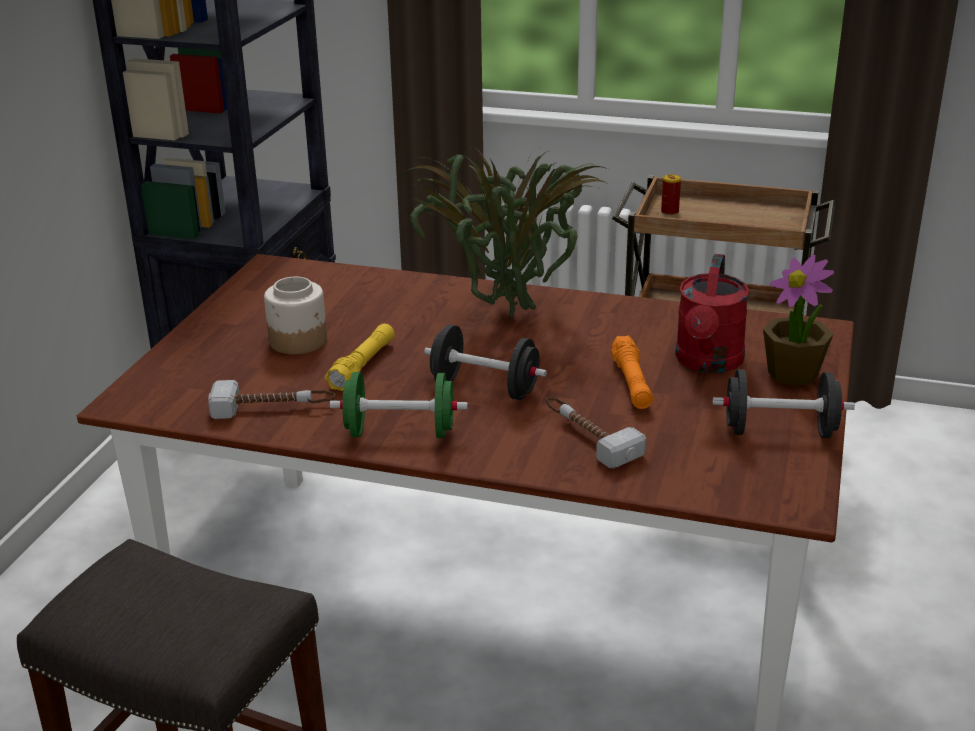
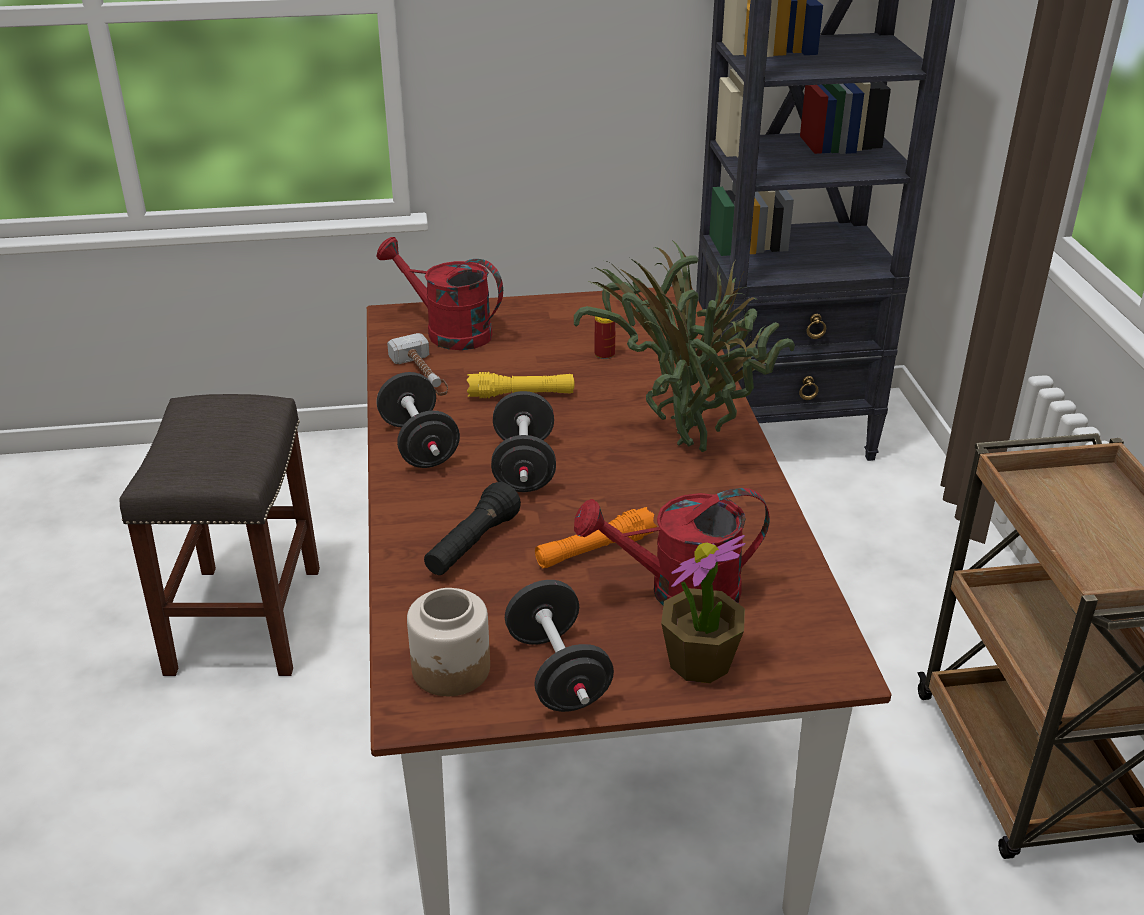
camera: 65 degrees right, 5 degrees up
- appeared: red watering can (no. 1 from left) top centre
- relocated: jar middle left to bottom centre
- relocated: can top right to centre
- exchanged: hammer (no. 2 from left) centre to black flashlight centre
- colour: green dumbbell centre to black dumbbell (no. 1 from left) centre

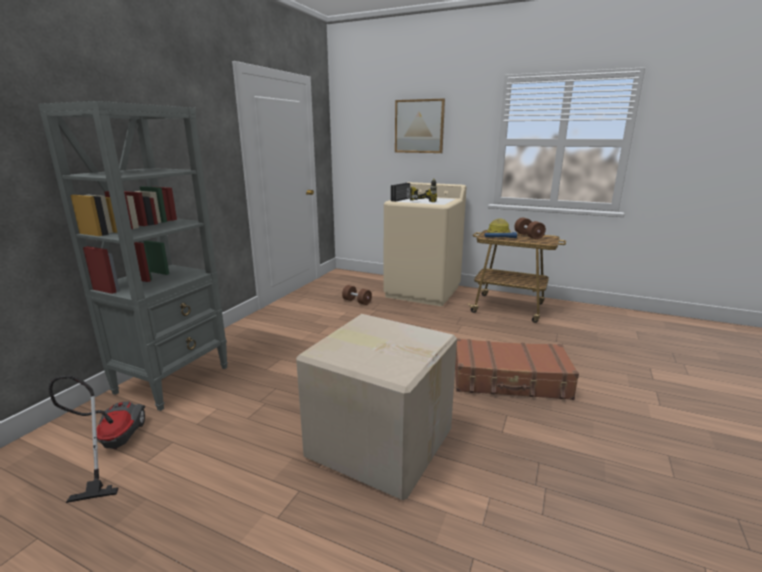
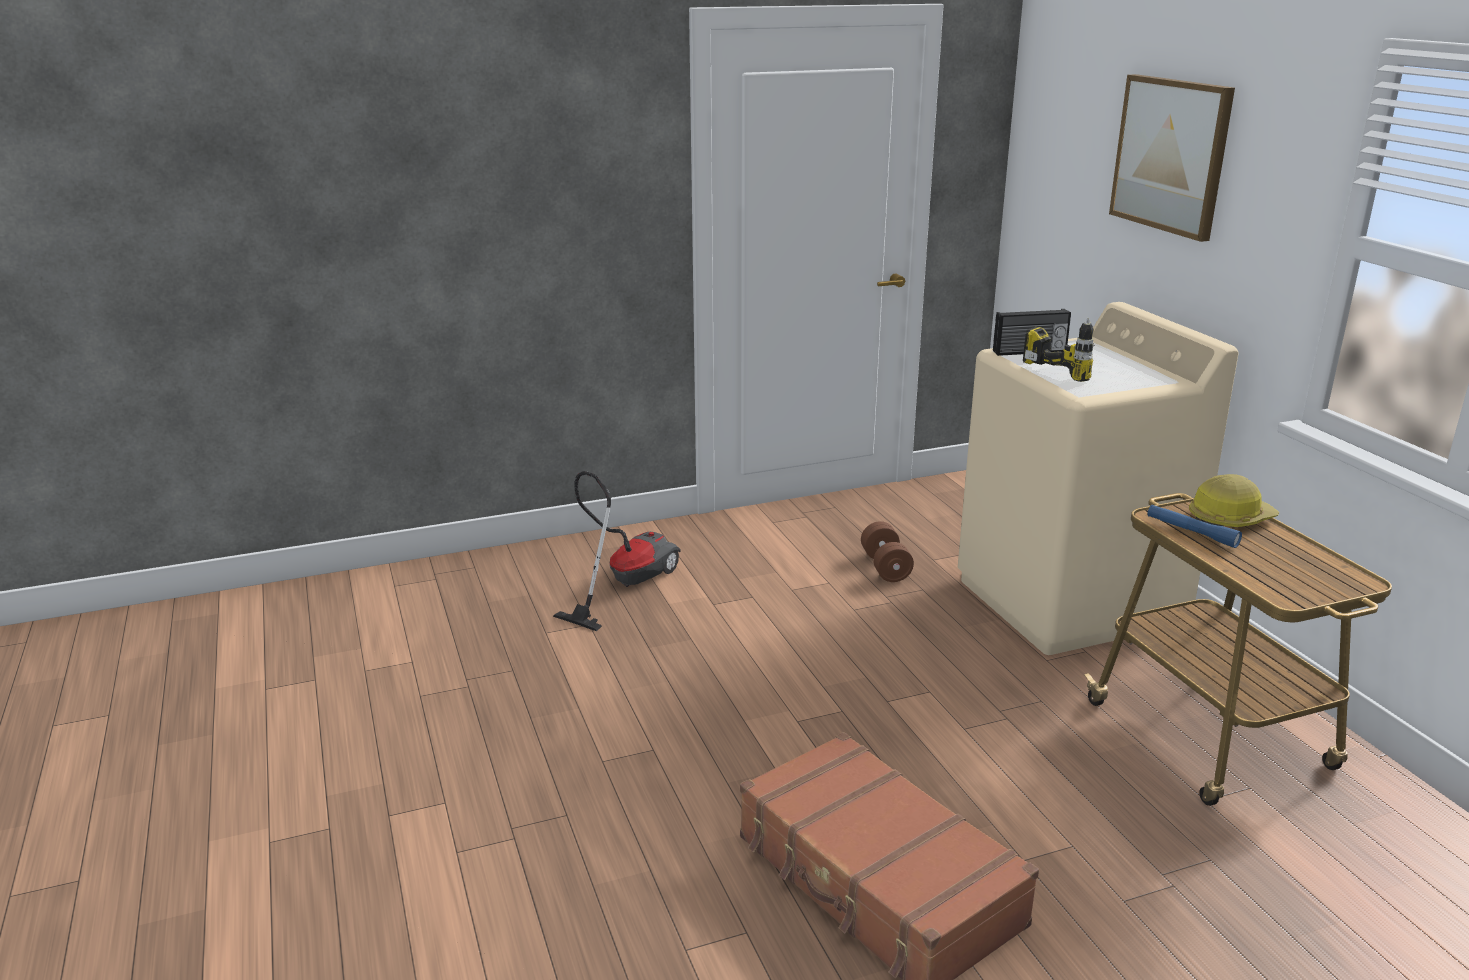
camera: 45 degrees right, 5 degrees up
- missing: grey bookcase middle left
- missing: cardboard box bottom centre
- missing: brown dumbbell (no. 2 from left) middle right
- relocated: vacuum cleaner bottom left to centre

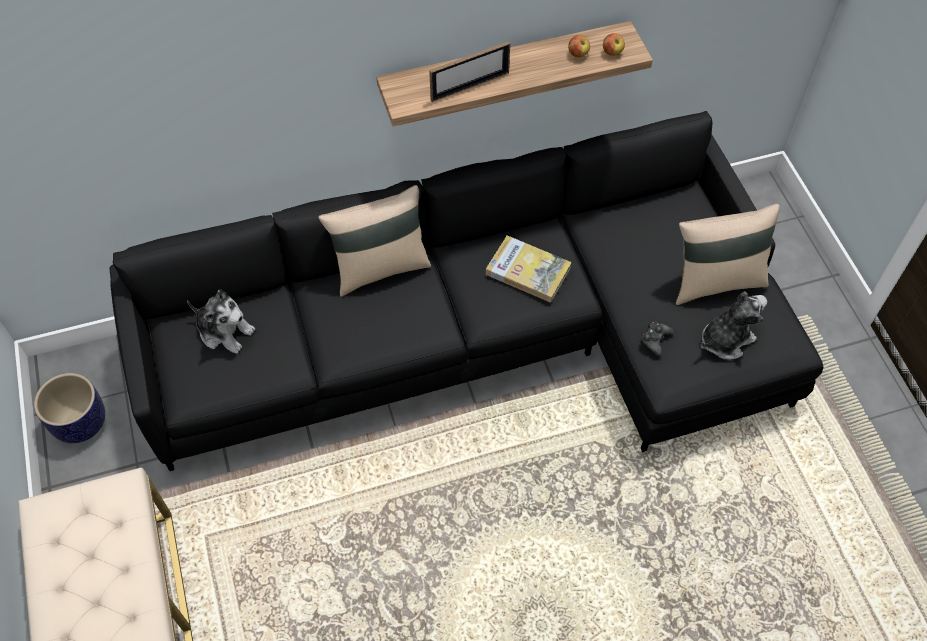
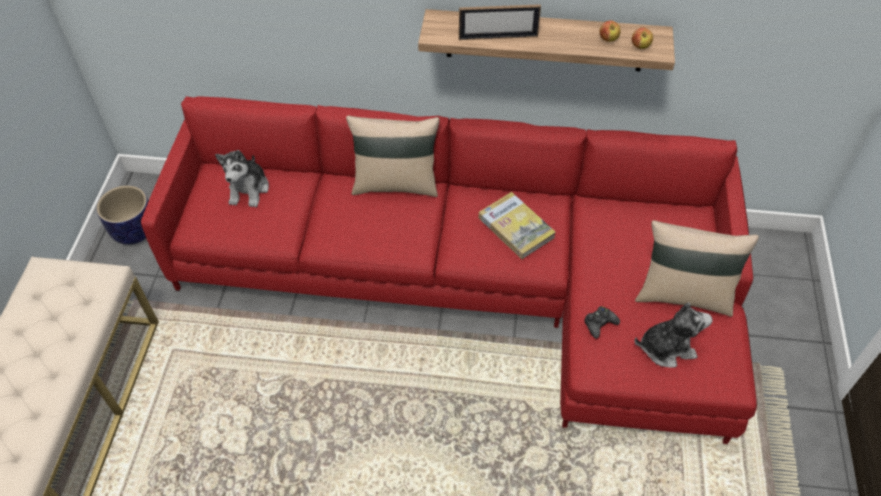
camera: 25 degrees right, 5 degrees down
- colour: black sofa centre to red sofa centre
- spun: plush toy (no. 1 from left) middle left = middle left 45 degrees clockwise

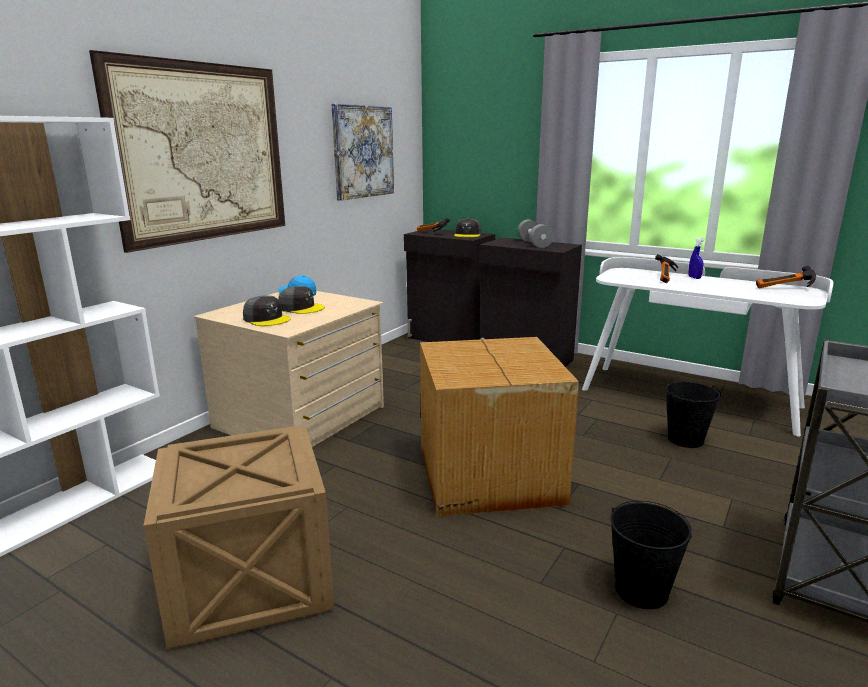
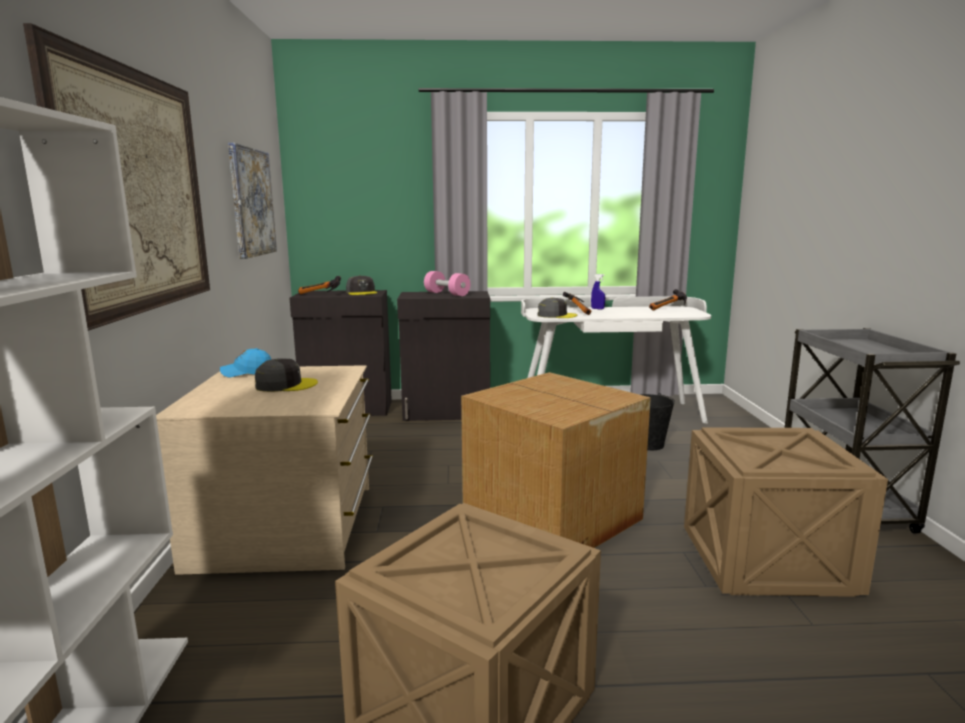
camera: 35 degrees left, 5 degrees down
- relocated: grey cap (no. 1 from left in the first image) middle left to grey cap (no. 3 from left) centre
- exchanged: black bucket (no. 1 from left) bottom right to crate (no. 2 from left) bottom right
- colour: grey dumbbell centre to pink dumbbell centre

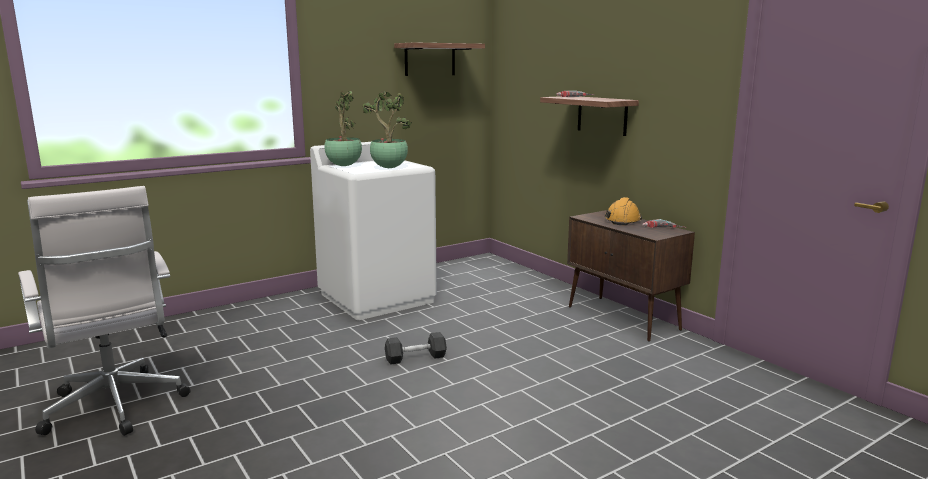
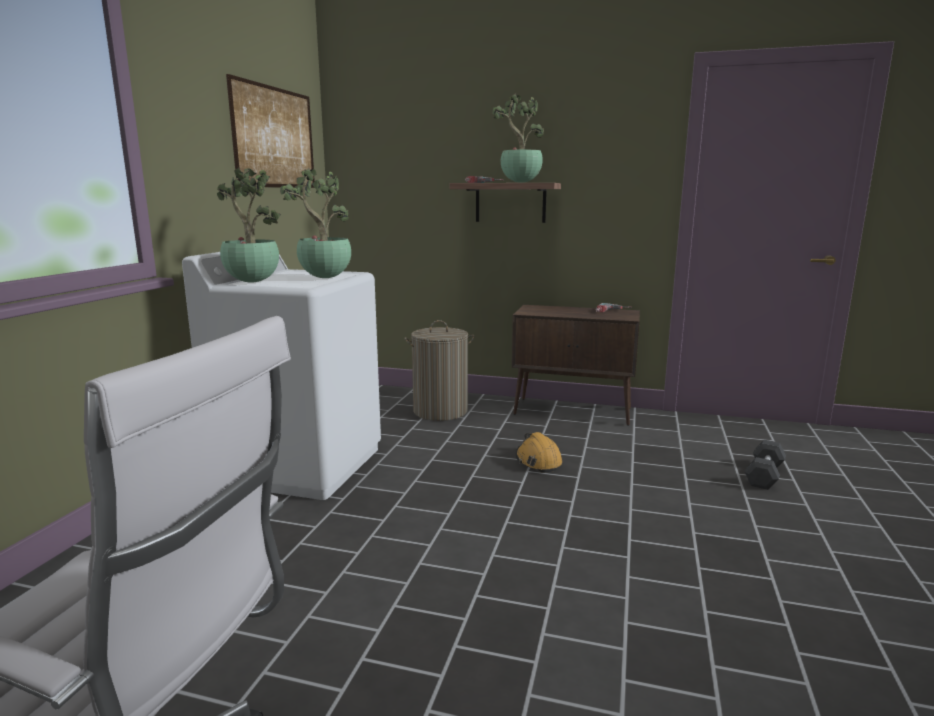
camera: 40 degrees left, 0 degrees up
- appeared: laundry basket centre
- appeared: potted plant (no. 3 from left) top centre
- relocated: grey dumbbell bottom centre to middle right
- relocated: orange hard hat middle right to centre
- exchanged: shelf (no. 1 from left) top centre to picture top left

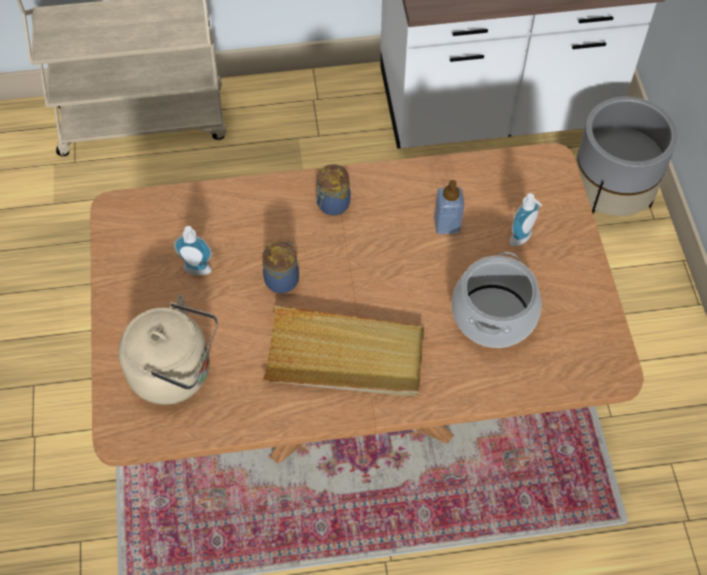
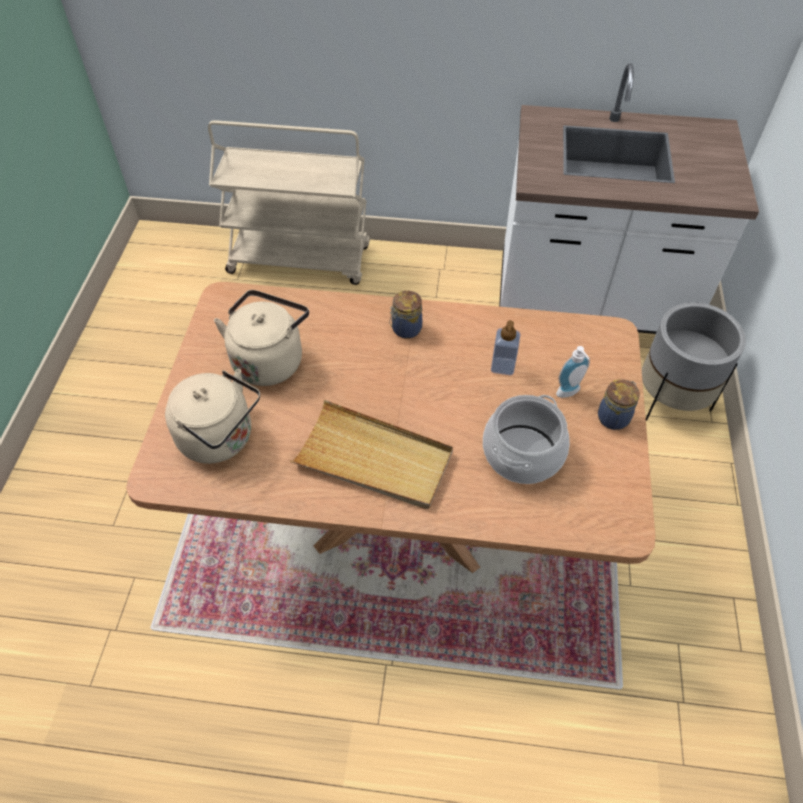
camera: 15 degrees right, 5 degrees down
- relocated: jar (no. 1 from left in the first image) centre to jar (no. 2 from left) middle right
- exchanged: soap dispenser (no. 1 from left) middle left to beige kettle (no. 2 from left) middle left

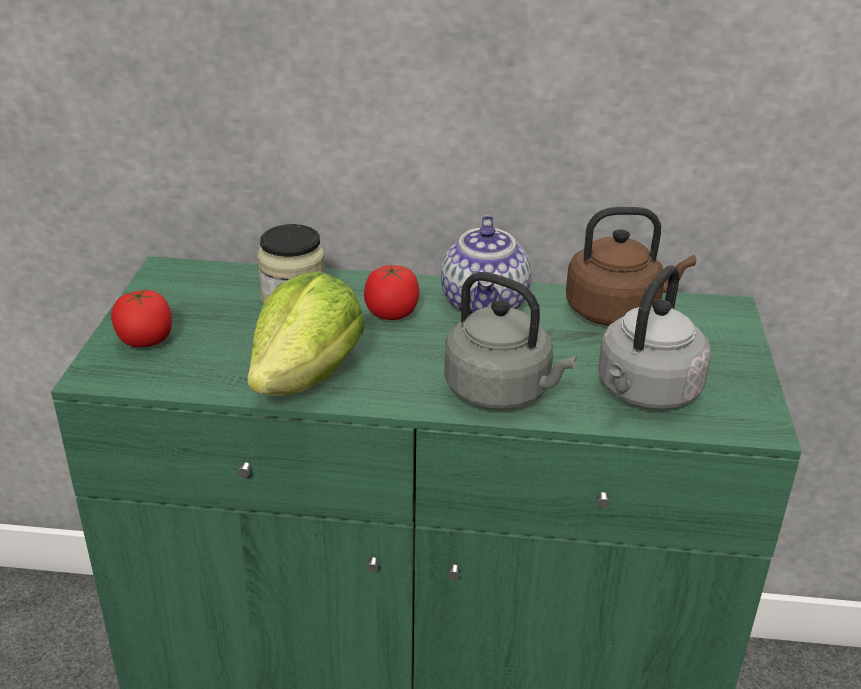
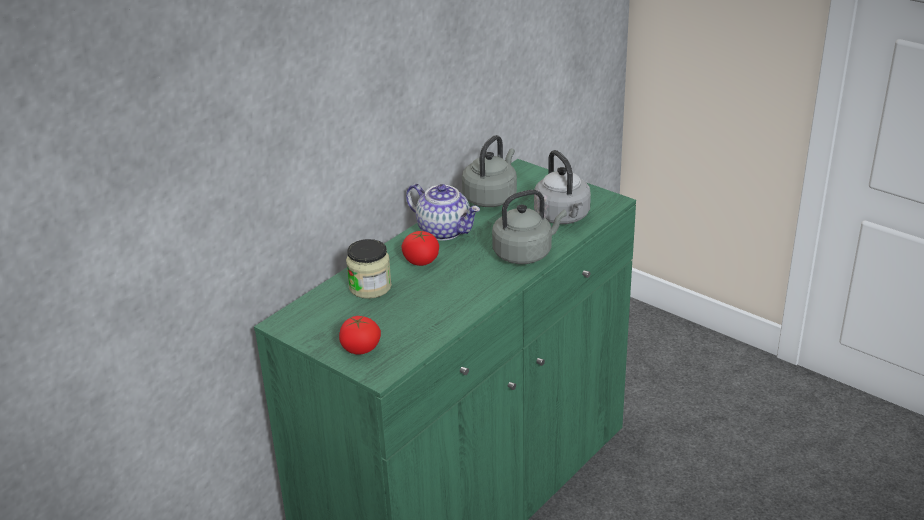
camera: 55 degrees left, 0 degrees up
- missing: lettuce centre
- colour: brown kettle middle right to grey kettle (no. 1 from left) top centre

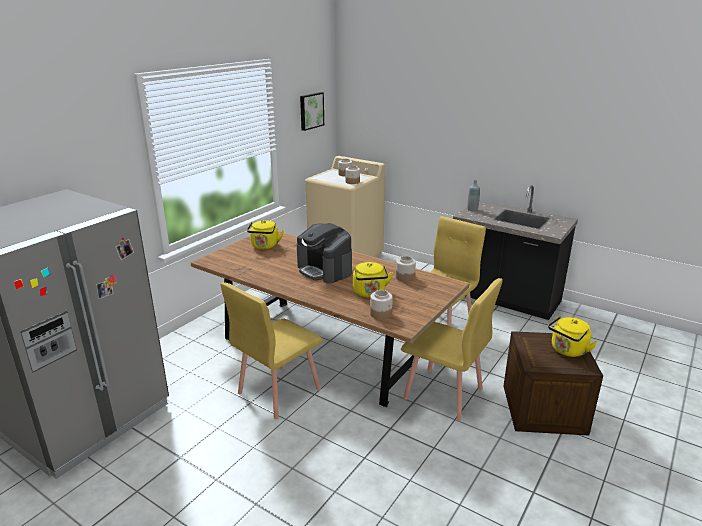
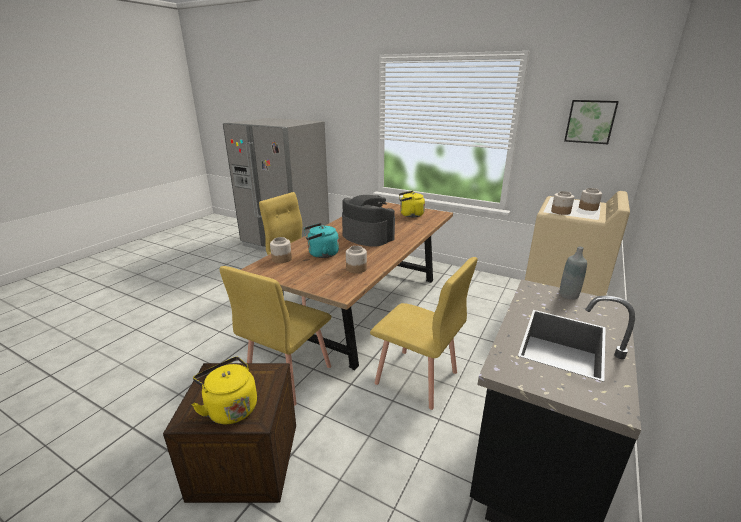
camera: 85 degrees right, 0 degrees up
- colour: yellow kettle (no. 2 from left) centre to turquoise kettle centre
- spun: coffee machine centre = centre 90 degrees clockwise

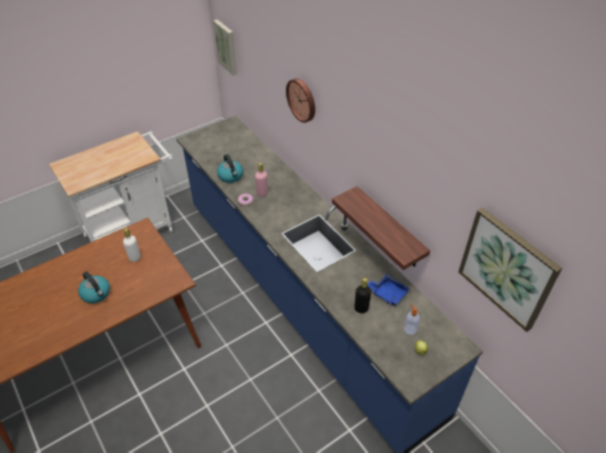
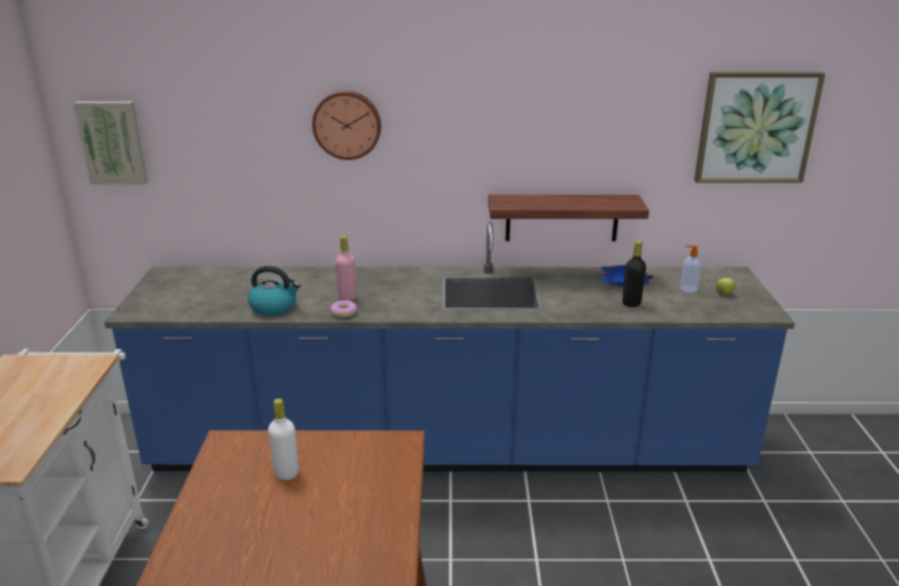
camera: 55 degrees left, 20 degrees down
- missing: kettle (no. 1 from left) middle left

